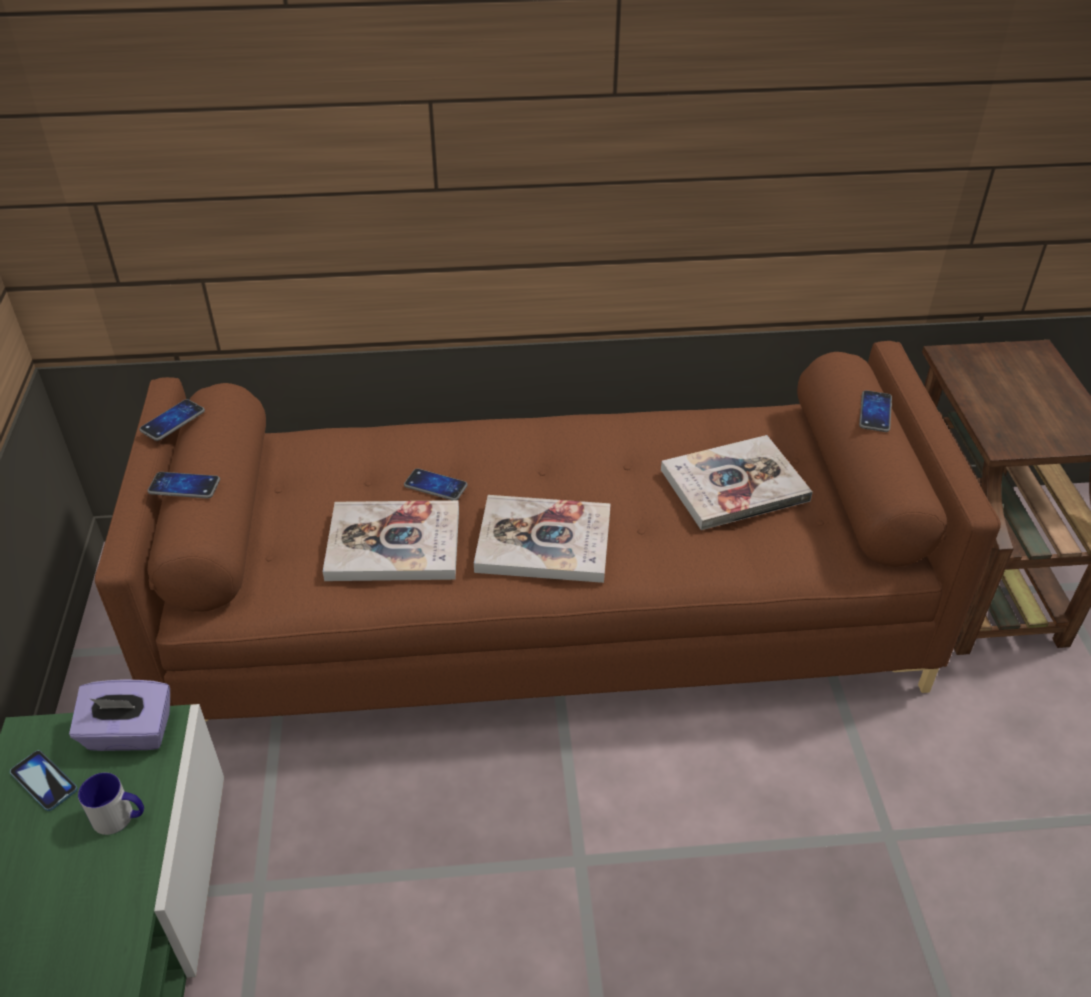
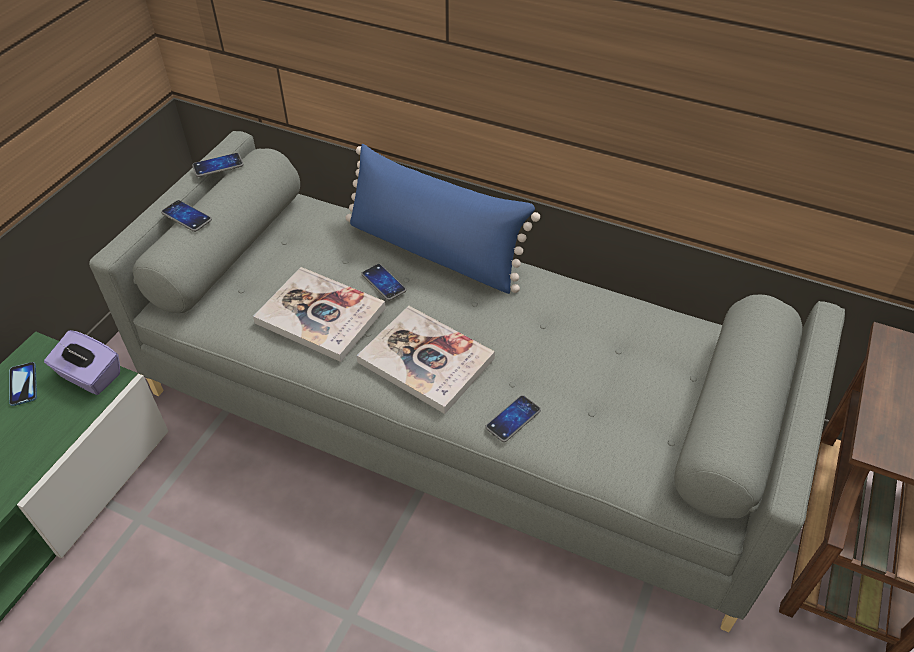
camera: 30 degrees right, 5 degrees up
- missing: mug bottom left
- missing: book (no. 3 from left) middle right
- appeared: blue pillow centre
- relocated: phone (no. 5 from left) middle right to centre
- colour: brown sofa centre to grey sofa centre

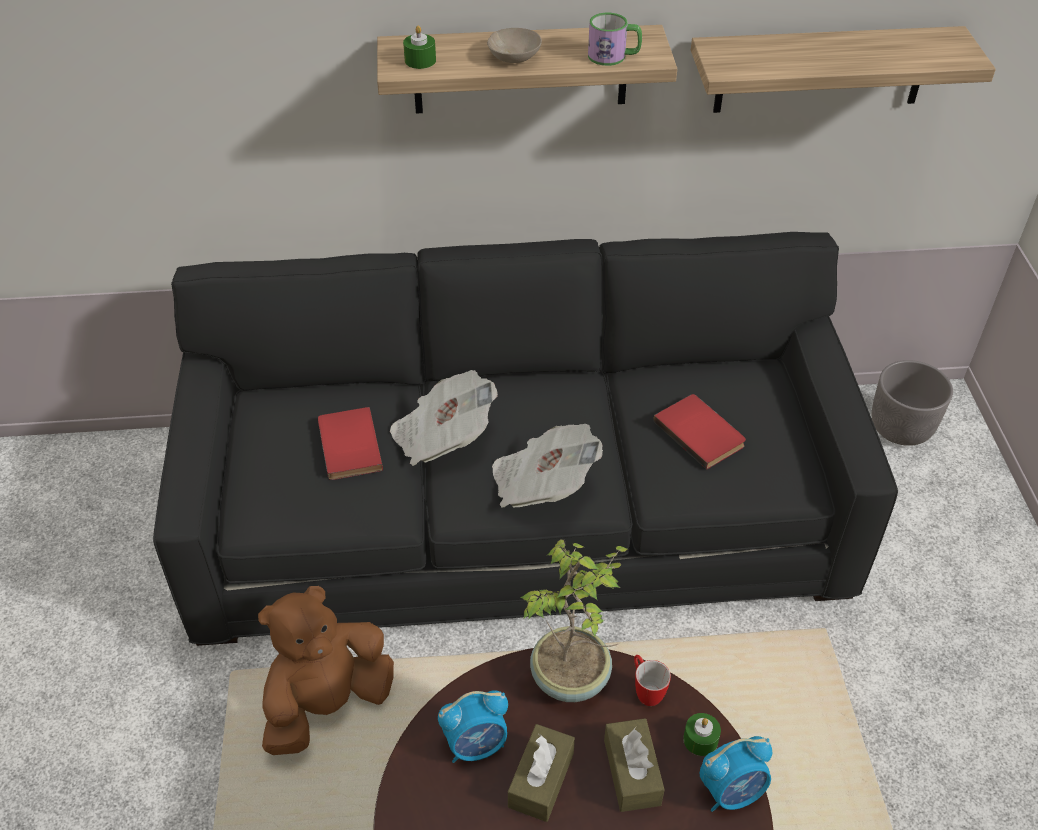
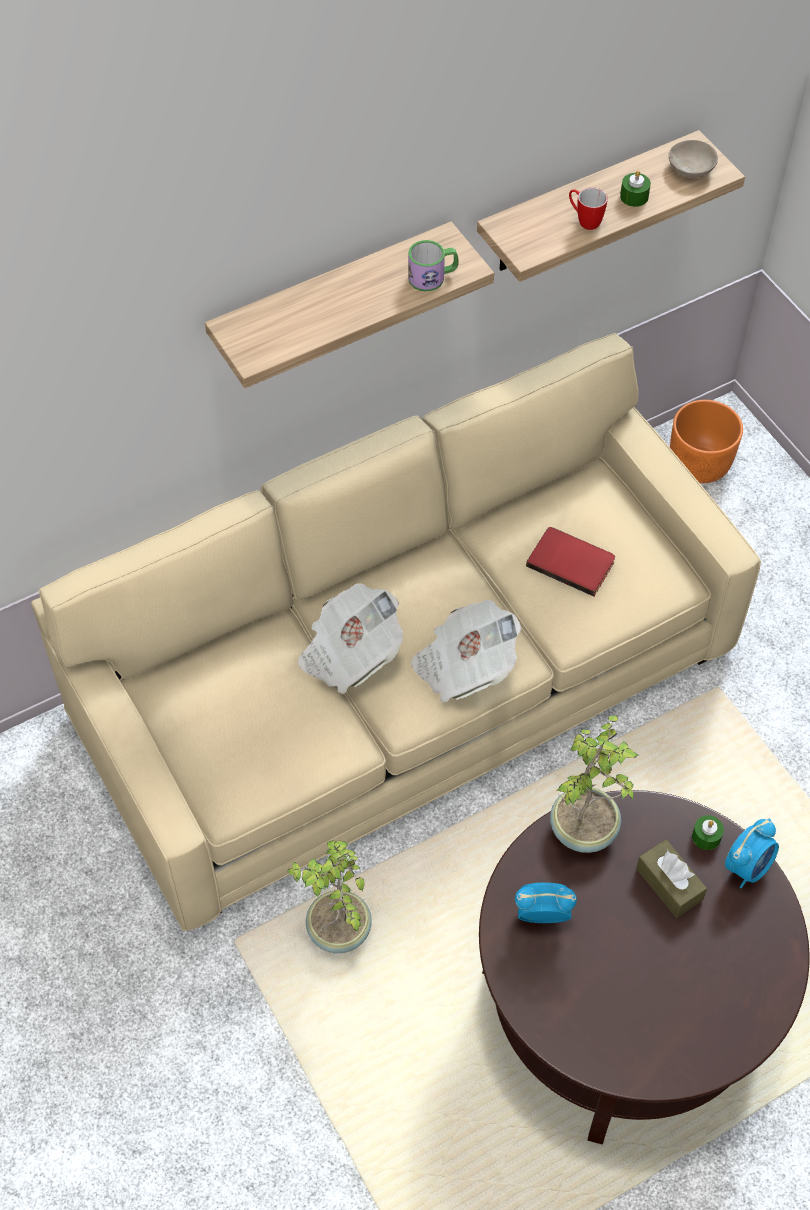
camera: 25 degrees left, 10 degrees up
- missing: red book (no. 1 from left) centre
- missing: brown tissue box (no. 1 from left) bottom centre
- relocated: green candle (no. 1 from left) top centre to top right
- relocated: beige bowl top centre to top right
- relocated: mug (no. 2 from left) bottom centre to top right
- exchanged: brown plush toy bottom left to potted plant (no. 1 from left) bottom centre
- colour: black sofa centre to beige sofa centre
- colour: grey planter middle right to orange planter middle right
- spun: alarm clock (no. 1 from left) bottom centre = bottom right 135 degrees counterclockwise

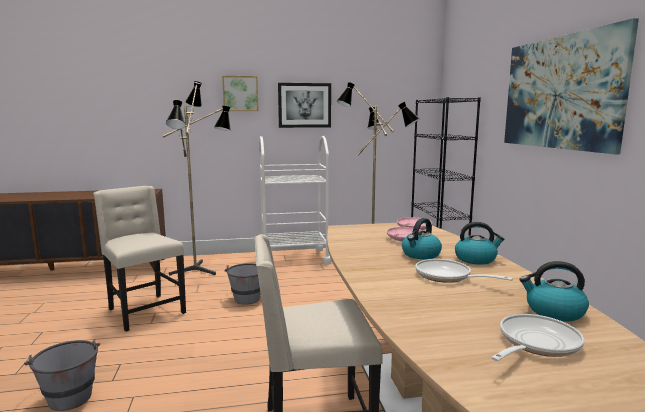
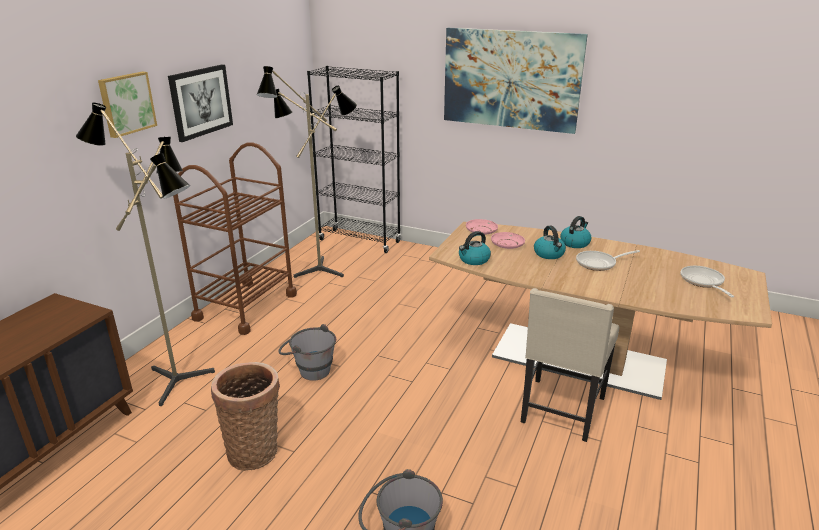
camera: 55 degrees left, 15 degrees up
- relocated: kettle (no. 3 from left in the first image) bottom right to kettle (no. 1 from left) centre
- exchanged: beige chair (no. 1 from left) middle left to basket bottom left
- colour: white cart centre to brown cart middle left

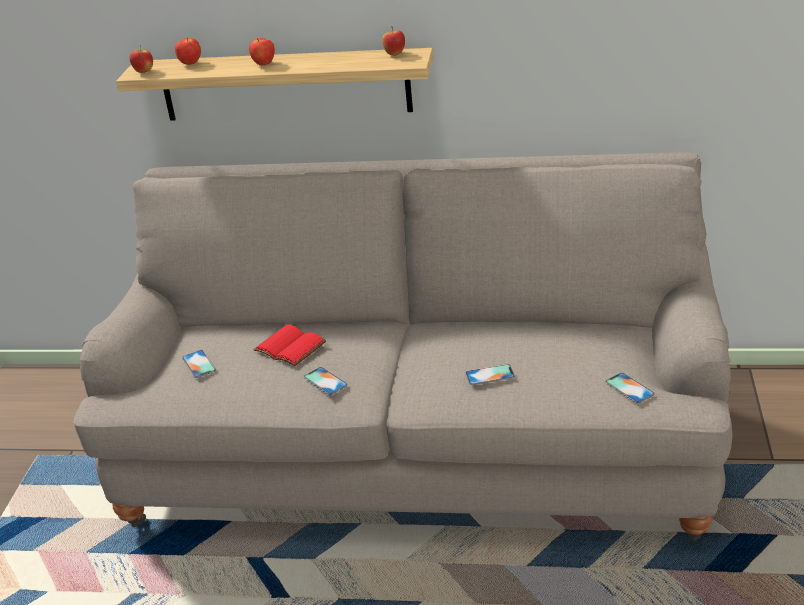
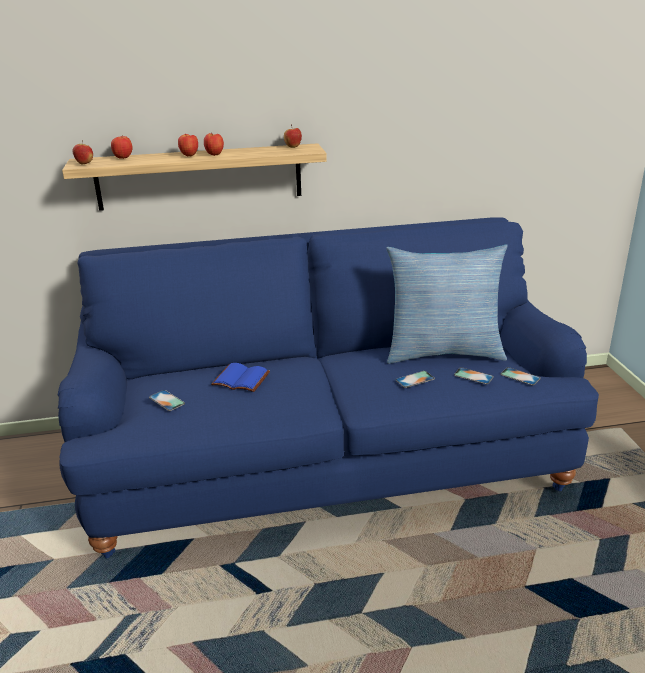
camera: 20 degrees left, 5 degrees down
- appeared: apple (no. 4 from left) top left
- appeared: pillow middle right
- relocated: phone (no. 2 from left in the first image) centre to phone (no. 3 from left) middle right
- colour: beige sofa centre to blue sofa centre
- colour: red book centre to blue book centre

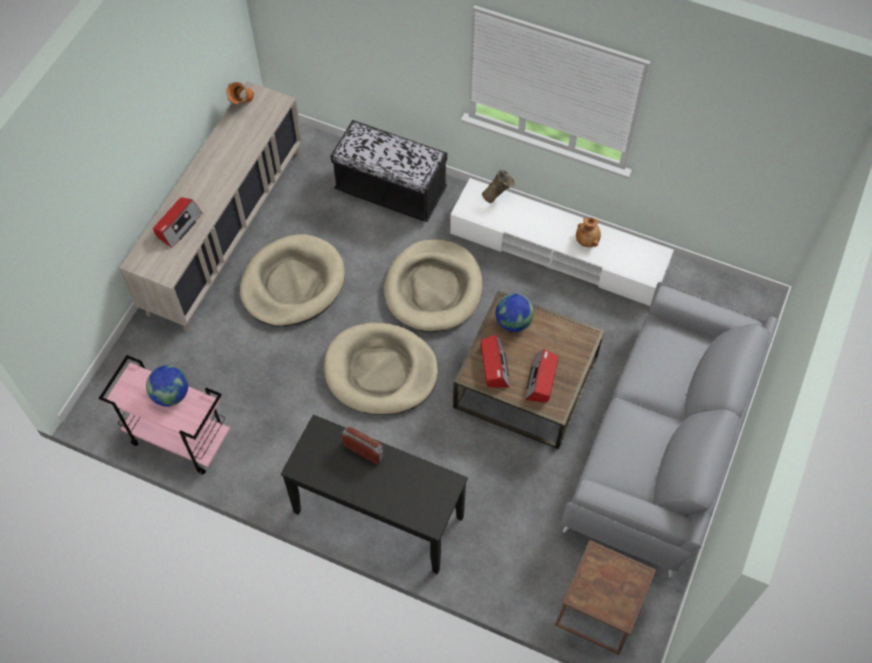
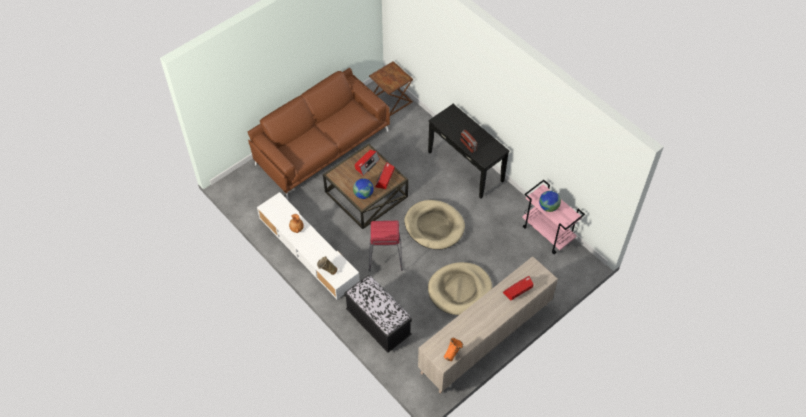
camera: 155 degrees left, 5 degrees down
- exchanged: beige dog bed (no. 3 from left) centre to red stool centre
- colour: grey sofa middle right to brown sofa top centre

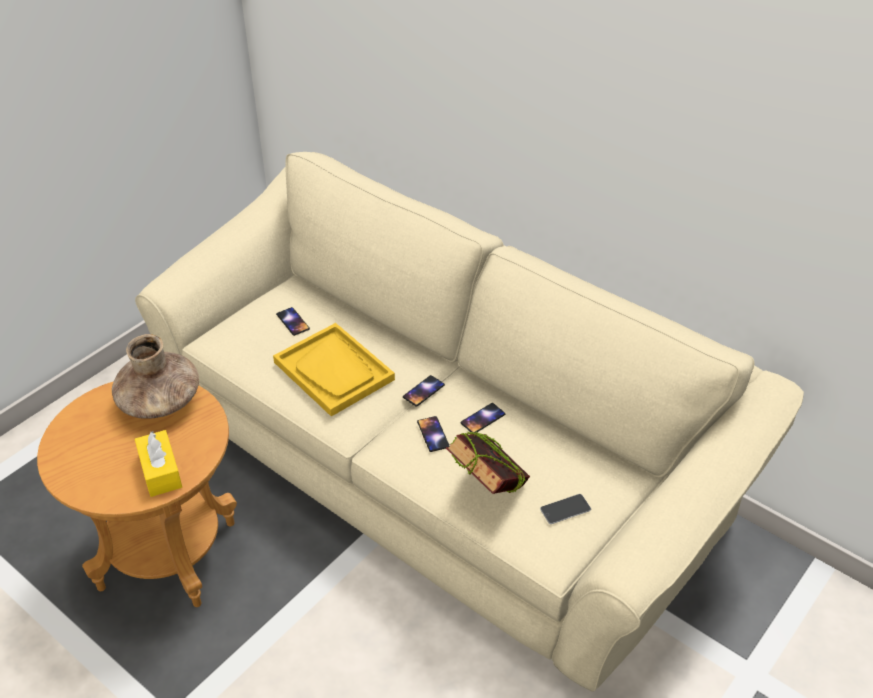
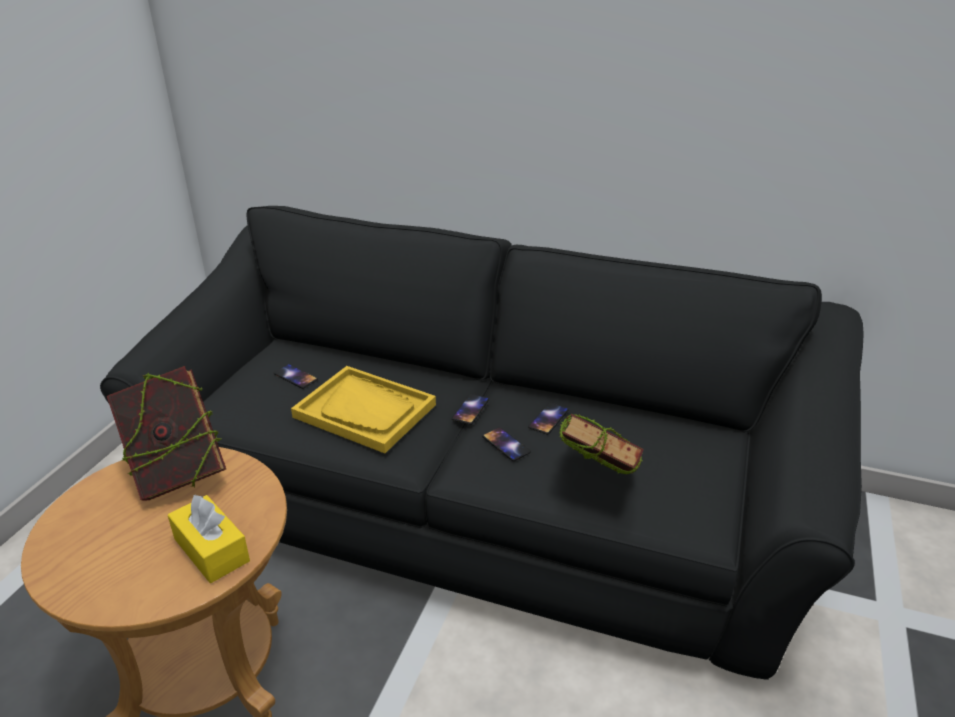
camera: 20 degrees left, 10 degrees down
- missing: phone (no. 5 from left) bottom centre
- exchanged: brown vase middle left to book (no. 1 from left) middle left
- colour: beige sofa centre to black sofa centre

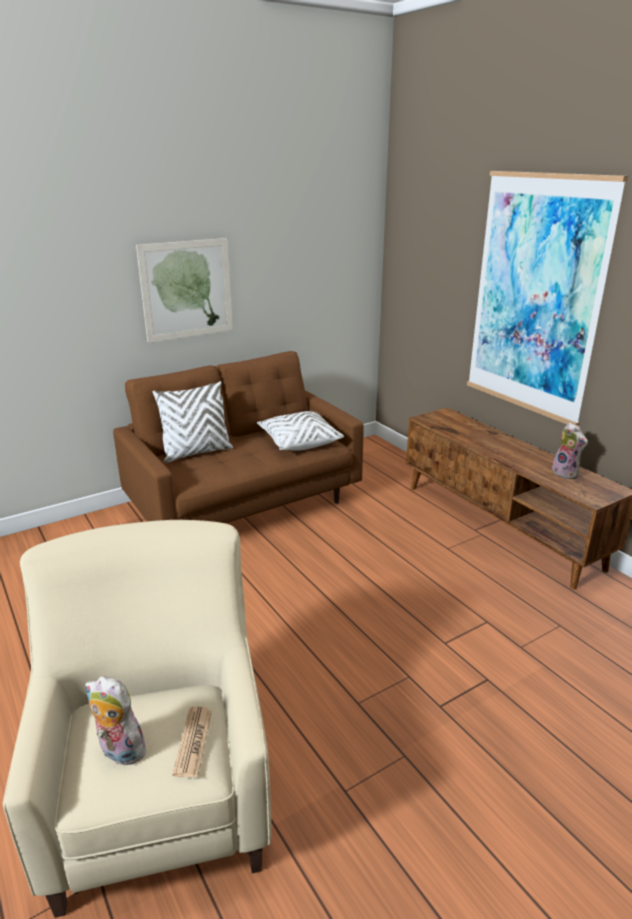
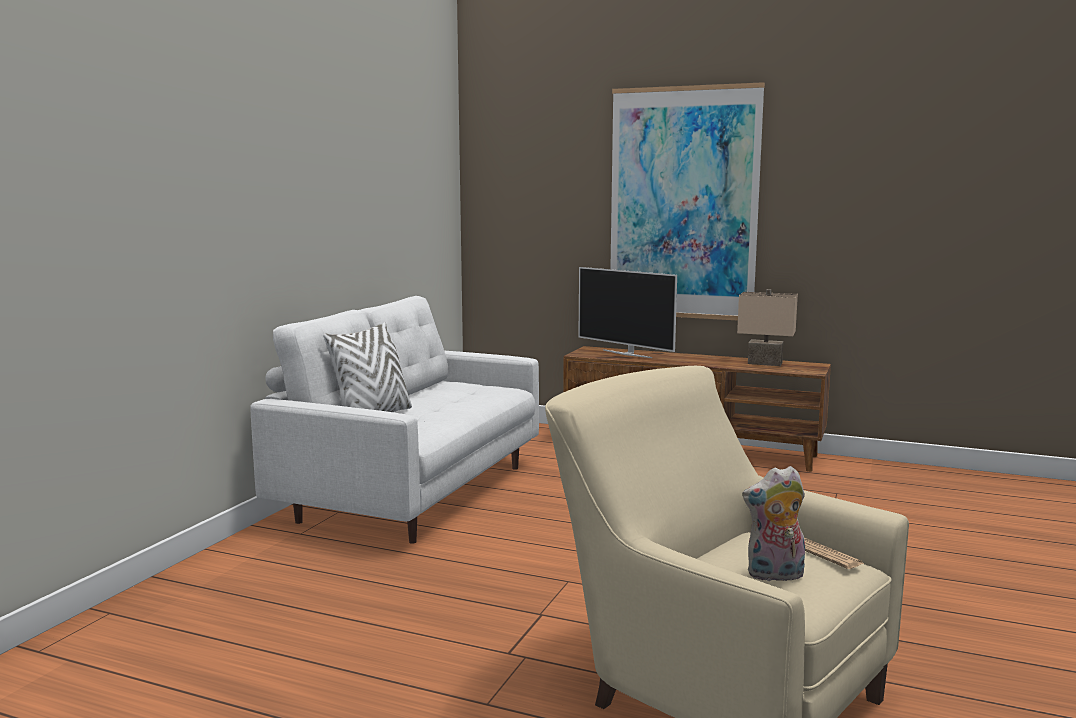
camera: 35 degrees left, 15 degrees down
- missing: picture (no. 1 from left) top left
- missing: white pillow (no. 2 from left) centre
- appeared: television centre
- exchanged: plush toy (no. 2 from left) middle right to beige table lamp middle right
- colour: brown sofa centre to white sofa centre

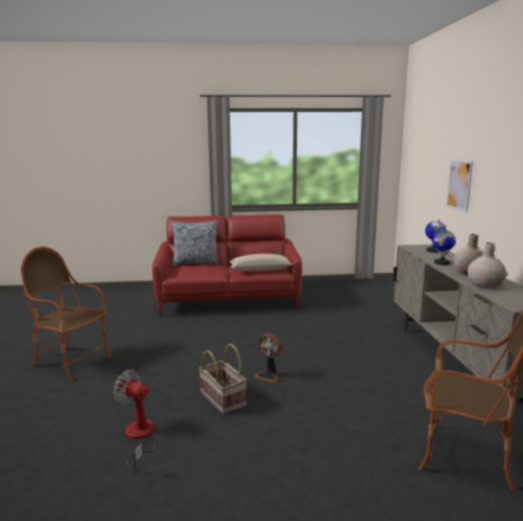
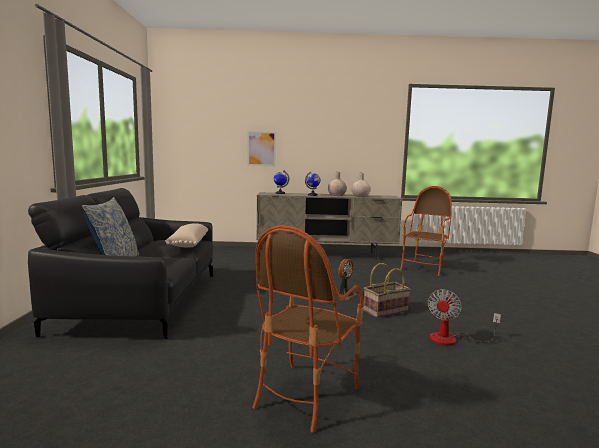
camera: 85 degrees left, 5 degrees down
- colour: red sofa centre to black sofa middle left

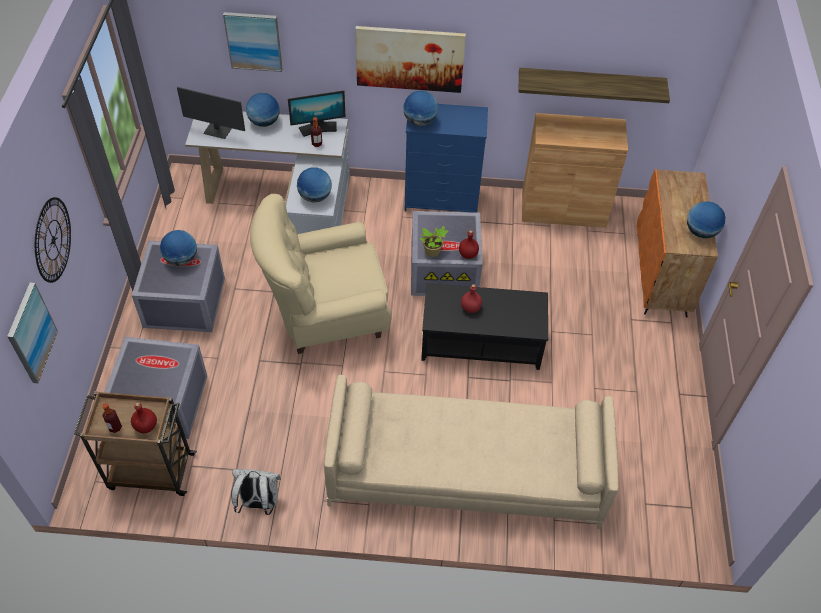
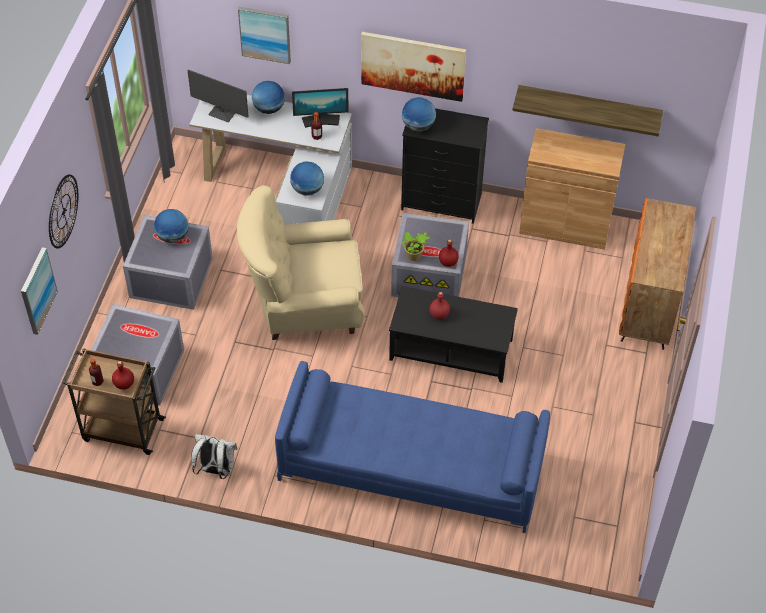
camera: 10 degrees right, 0 degrees up
- missing: globe (no. 5 from left) middle right
- colour: beige sofa bottom centre to blue sofa bottom centre
- colour: blue dresser top centre to black dresser top centre

